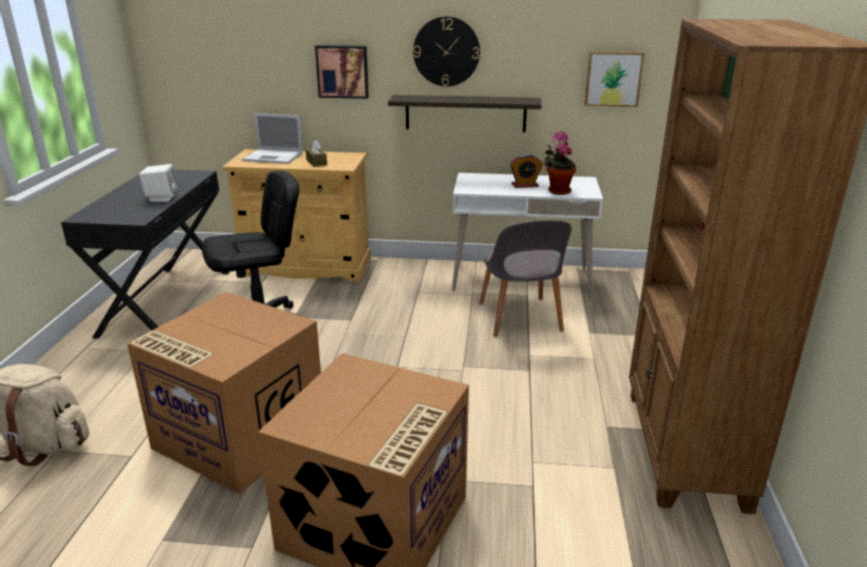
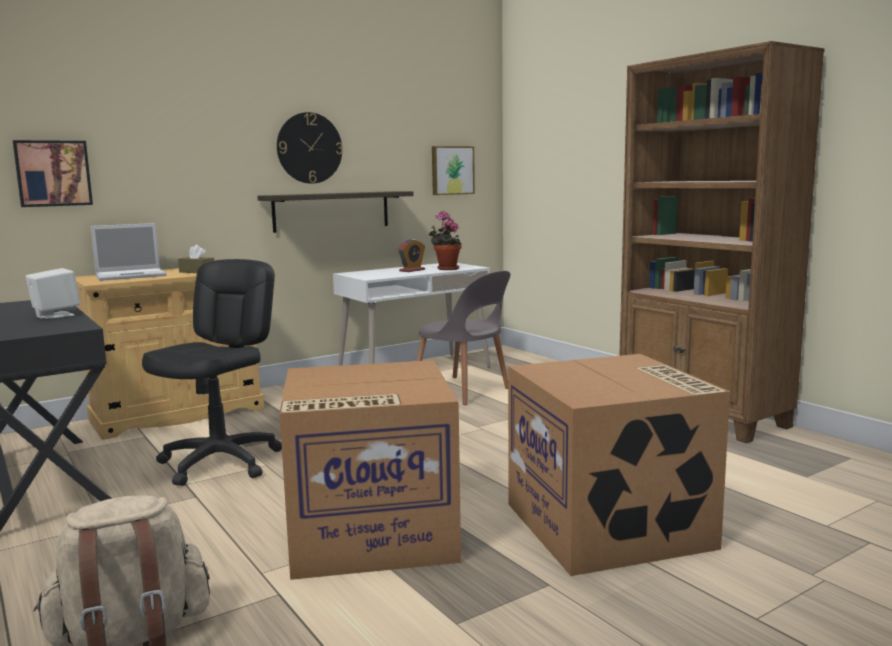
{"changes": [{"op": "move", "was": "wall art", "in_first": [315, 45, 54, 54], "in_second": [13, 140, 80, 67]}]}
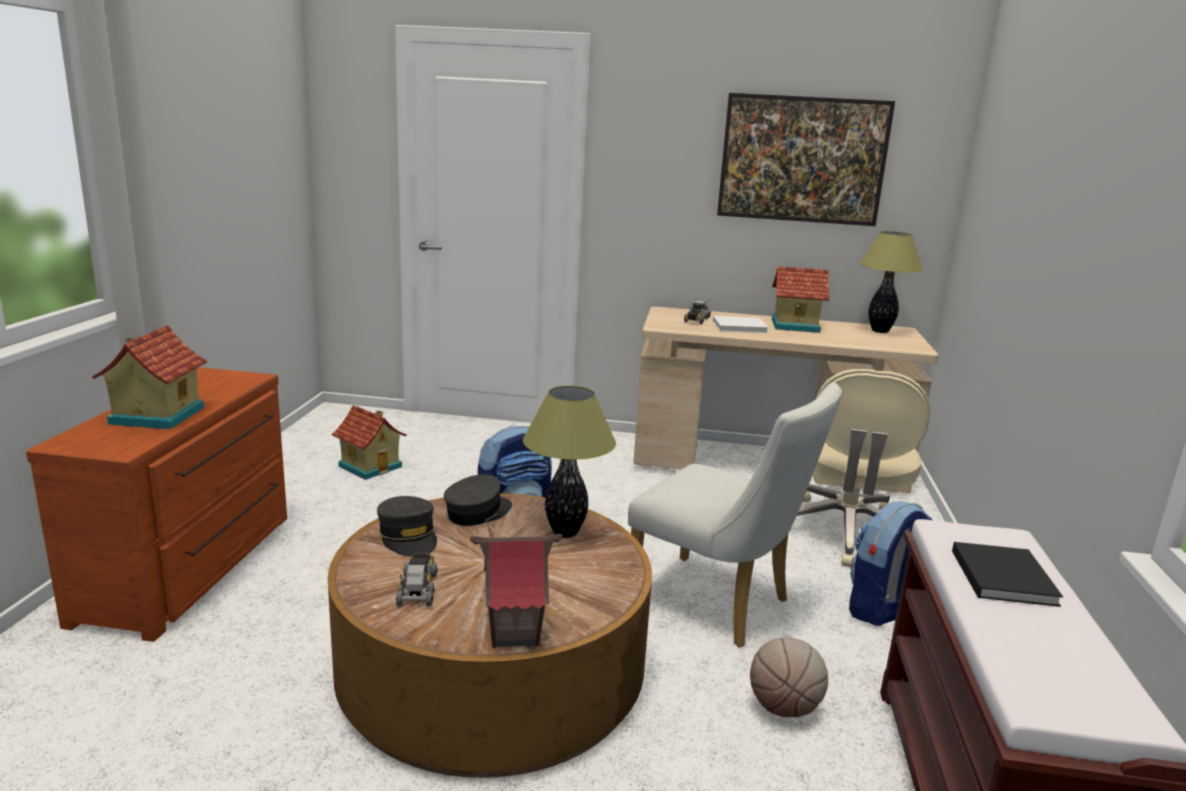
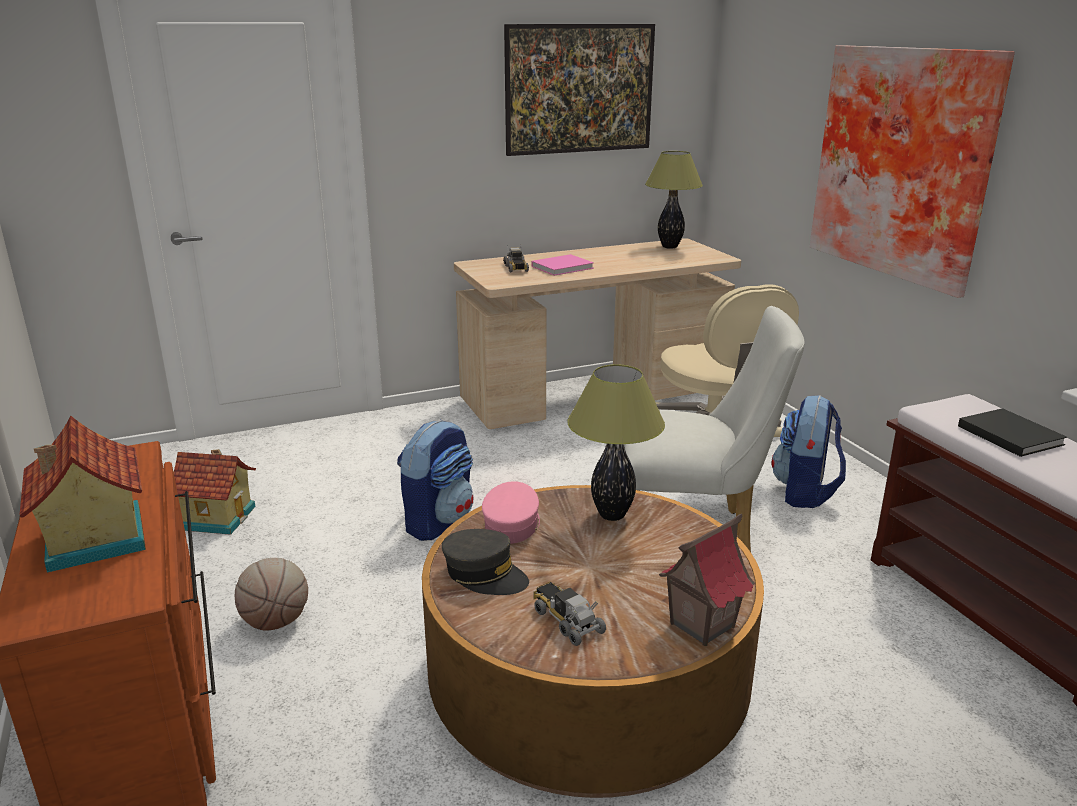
{"changes": [{"op": "delete", "was": "toy house", "in_first": [772, 266, 57, 67]}, {"op": "recolor", "was": "whitish volume", "now": "pinkish volume", "in_first": [713, 316, 56, 17], "in_second": [531, 254, 63, 22]}, {"op": "recolor", "was": "greyish baseball cap", "now": "pinkish baseball cap", "in_first": [444, 474, 68, 52], "in_second": [482, 481, 58, 63]}, {"op": "move", "was": "basketball", "in_first": [750, 637, 78, 80], "in_second": [235, 558, 73, 73]}, {"op": "insert", "now": "wall art", "in_second": [810, 45, 205, 253]}]}
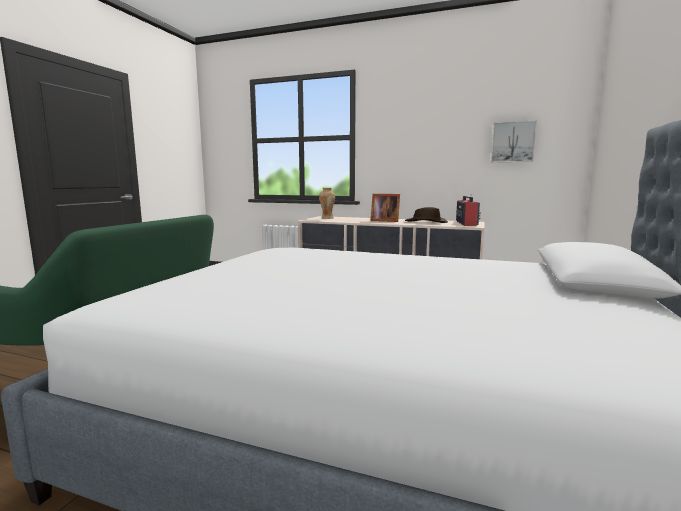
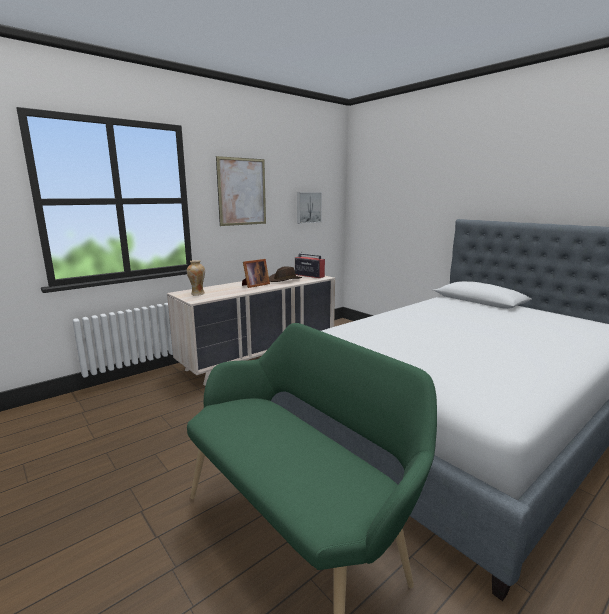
{"changes": [{"op": "insert", "now": "wall art", "in_second": [216, 156, 50, 70]}]}
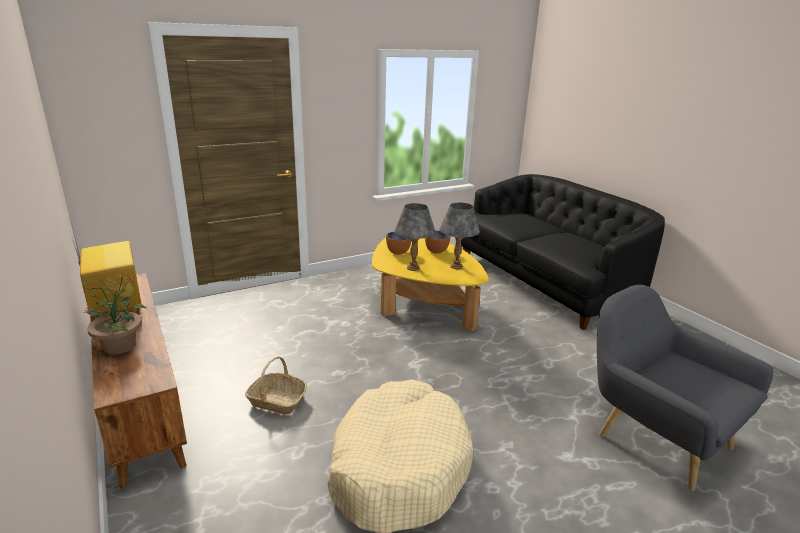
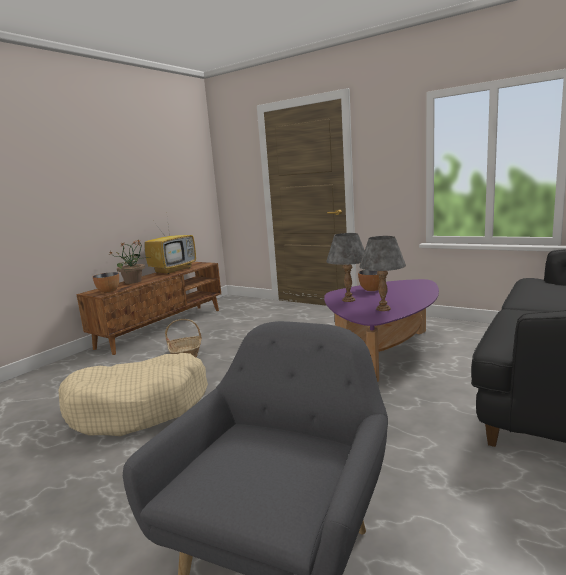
{"changes": [{"op": "move", "was": "serving bowl", "in_first": [425, 231, 26, 22], "in_second": [93, 272, 26, 21]}, {"op": "recolor", "was": "yellow-coloured low table", "now": "purplish low table", "in_first": [372, 238, 117, 93], "in_second": [324, 279, 115, 103]}]}
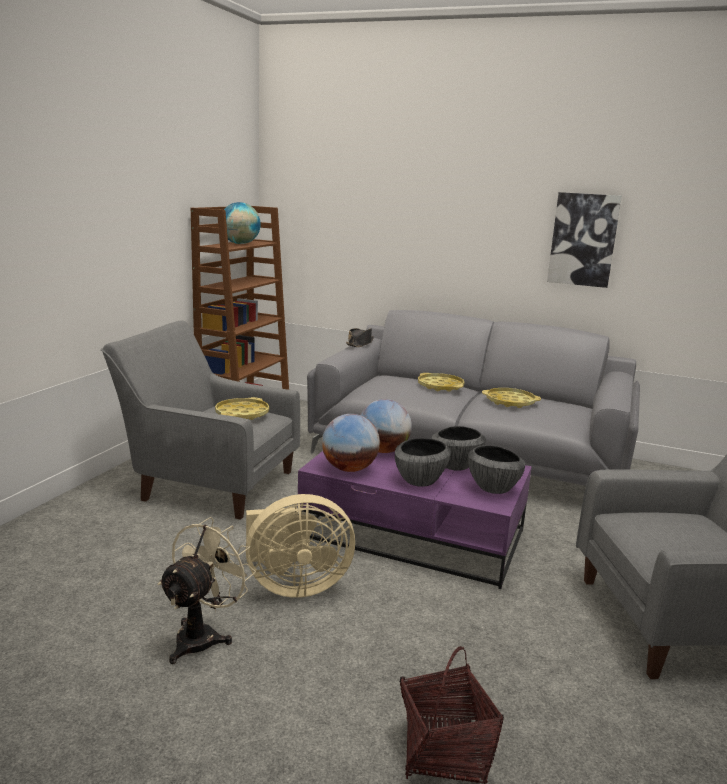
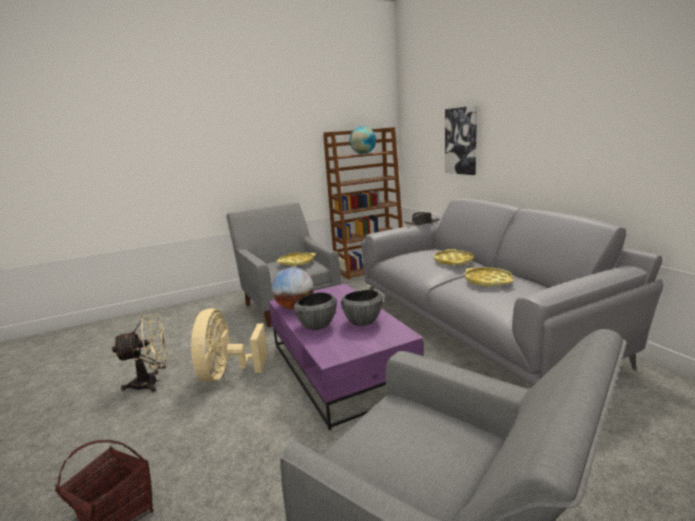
{"changes": [{"op": "move", "was": "wall art", "in_first": [547, 192, 75, 96], "in_second": [445, 106, 32, 69]}, {"op": "delete", "was": "globe", "in_first": [360, 399, 52, 54]}, {"op": "delete", "was": "serving bowl", "in_first": [468, 445, 57, 49]}, {"op": "rotate", "was": "beige fan", "in_first": [246, 494, 109, 104], "in_second": [191, 308, 77, 74], "clockwise": 60}]}
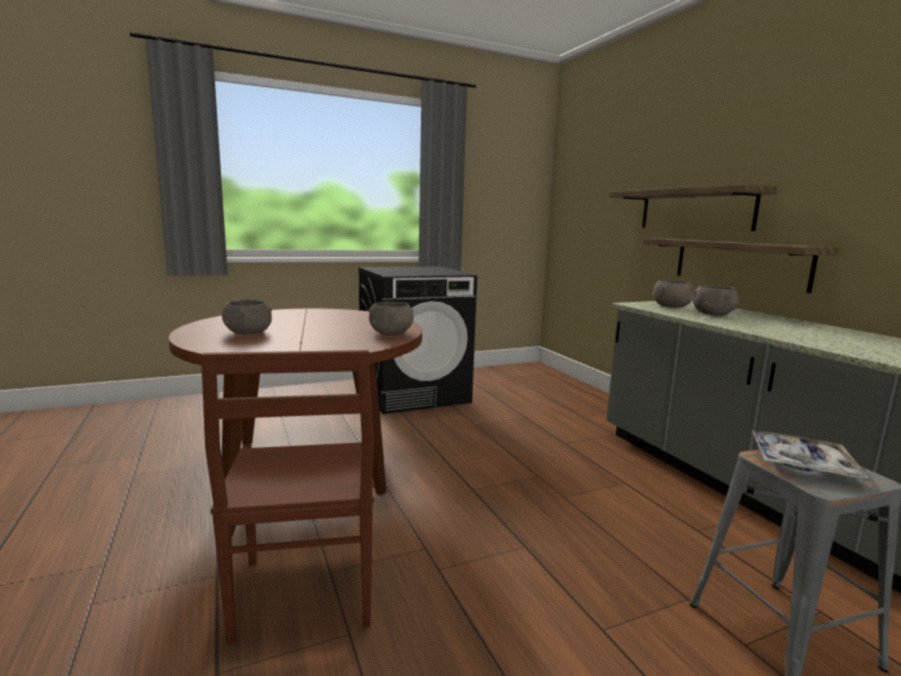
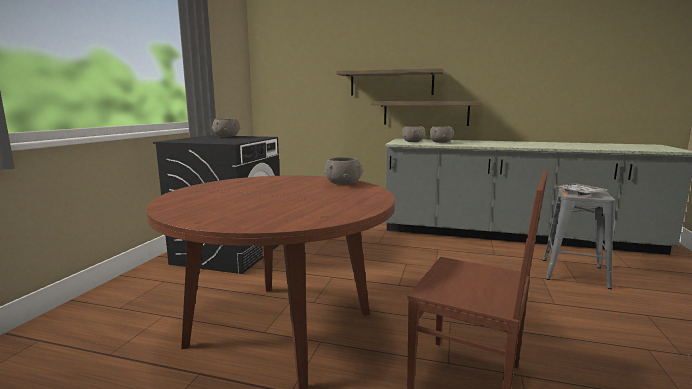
{"changes": [{"op": "move", "was": "greyish serving bowl", "in_first": [222, 300, 50, 35], "in_second": [212, 119, 29, 18]}]}
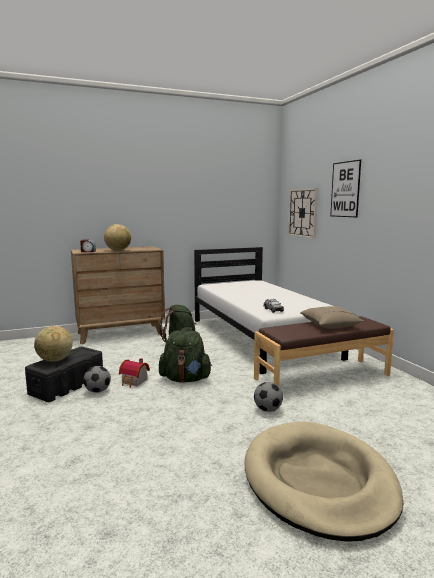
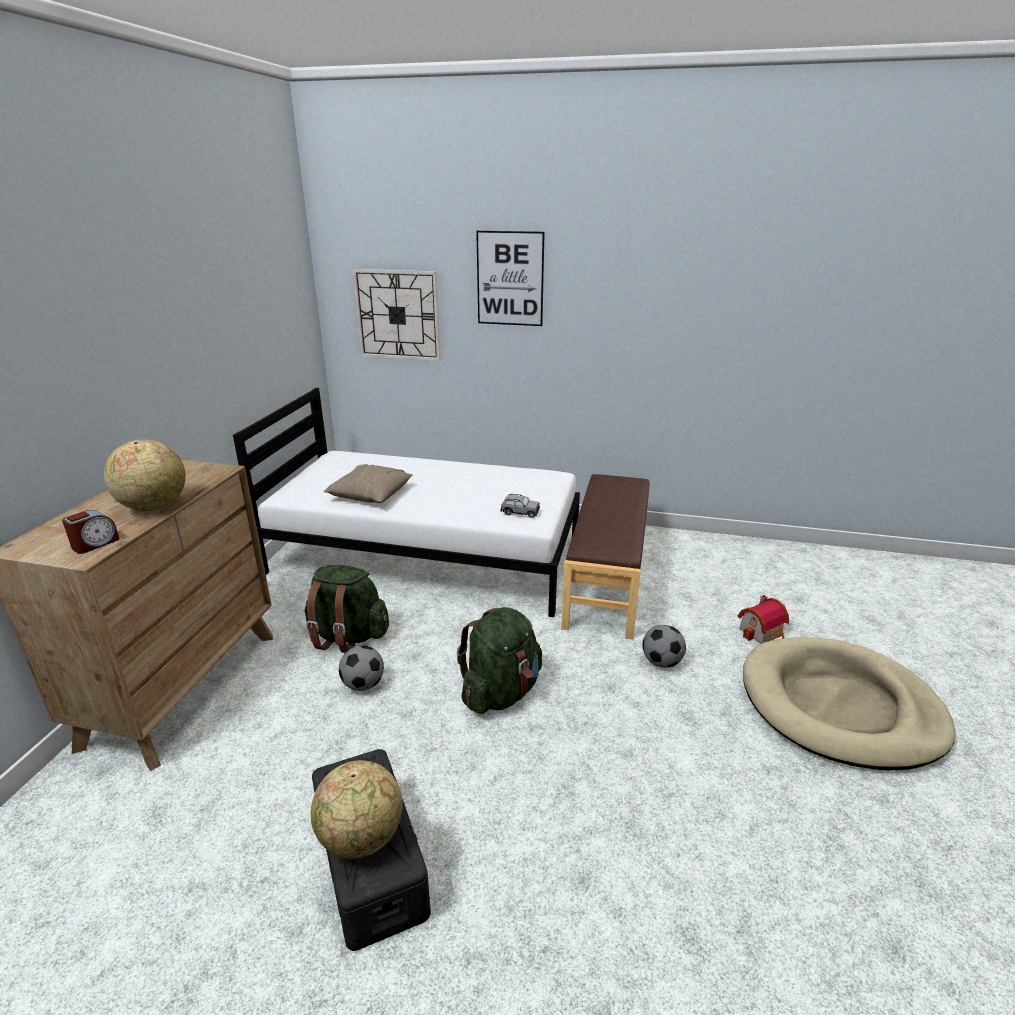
{"changes": [{"op": "move", "was": "beige cushion", "in_first": [300, 306, 64, 23], "in_second": [323, 464, 89, 39]}, {"op": "move", "was": "toy house", "in_first": [119, 358, 31, 30], "in_second": [738, 595, 51, 49]}, {"op": "move", "was": "ball for football", "in_first": [83, 366, 28, 27], "in_second": [339, 646, 45, 45]}]}
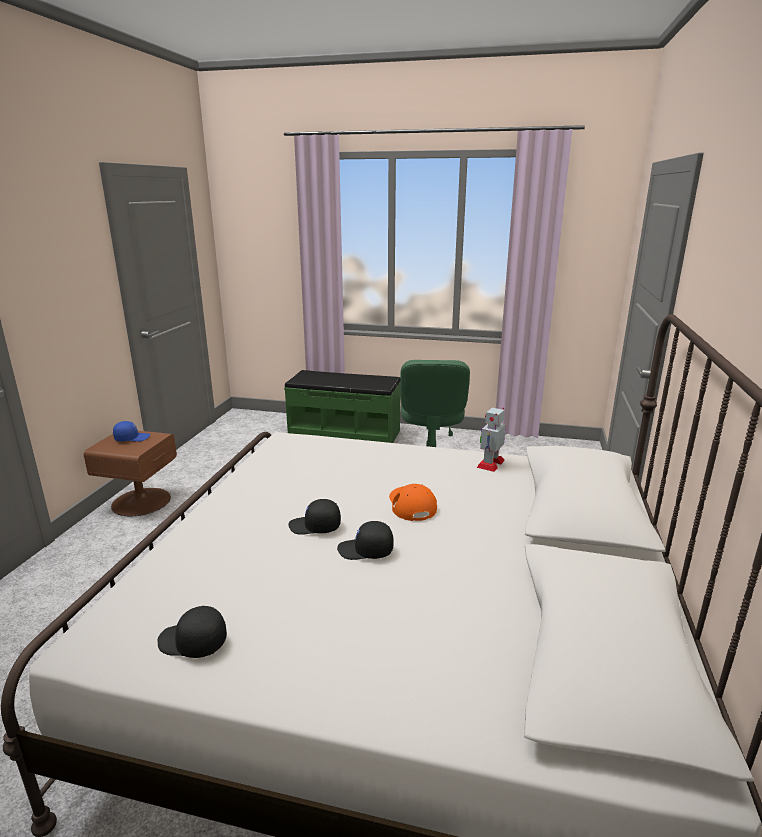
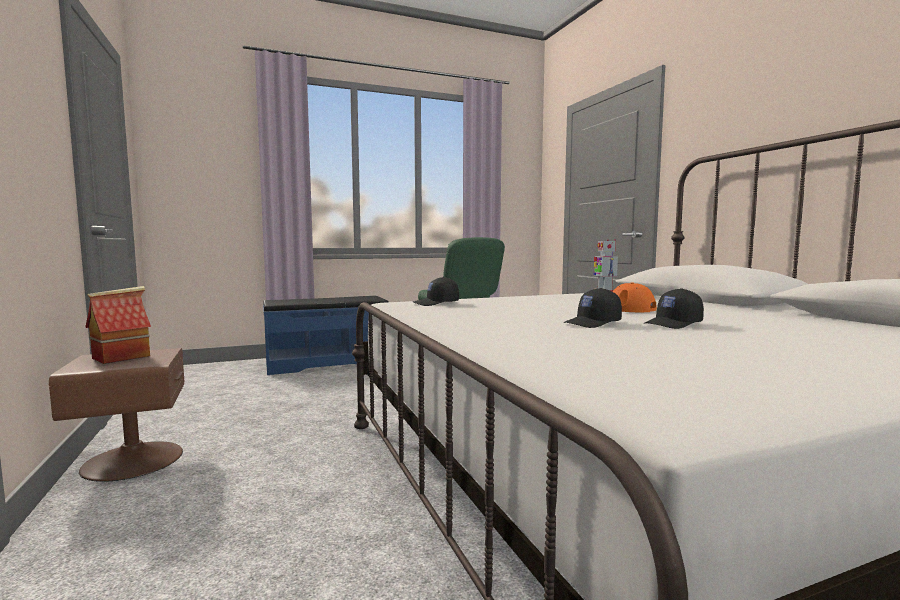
{"changes": [{"op": "recolor", "was": "green indoor bench", "now": "bluish indoor bench", "in_first": [284, 370, 116, 73], "in_second": [263, 296, 126, 79]}, {"op": "replace", "was": "bluish baseball cap", "now": "toy house", "in_first": [113, 421, 37, 21], "in_second": [85, 286, 66, 78]}, {"op": "move", "was": "black-coloured baseball cap", "in_first": [157, 606, 70, 52], "in_second": [413, 277, 46, 29]}]}
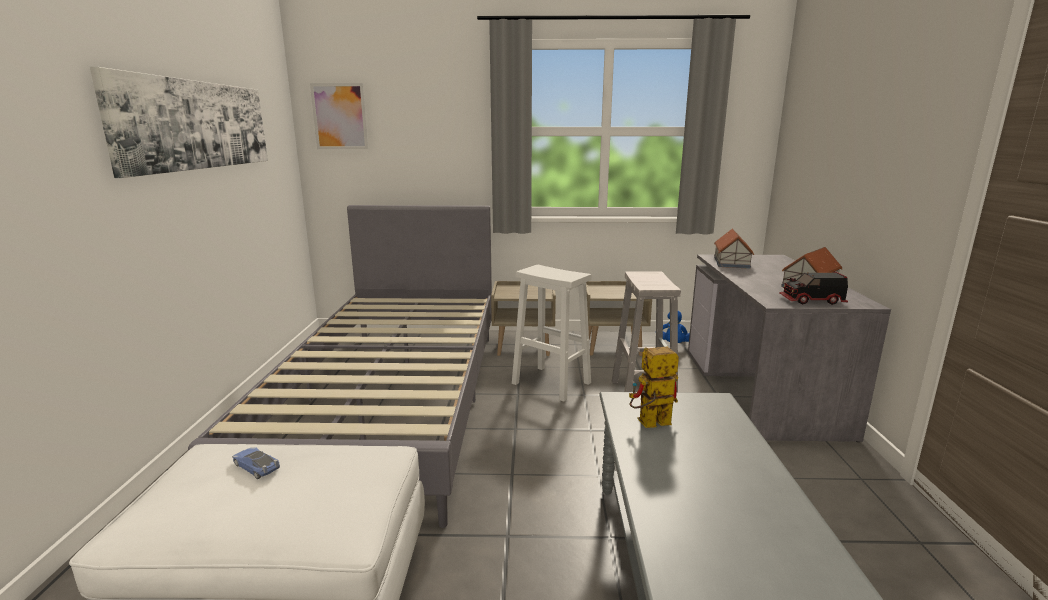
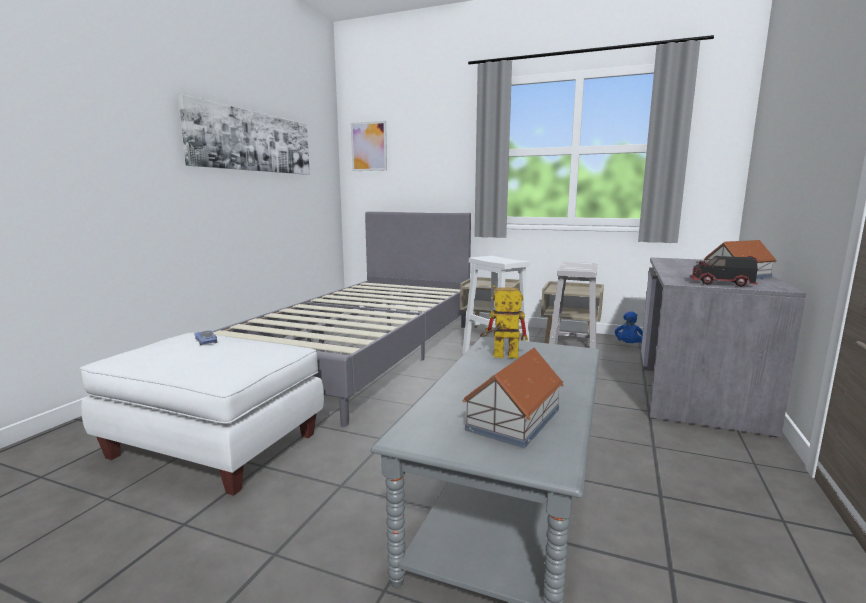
{"changes": [{"op": "move", "was": "toy house", "in_first": [714, 229, 40, 40], "in_second": [463, 348, 101, 100]}]}
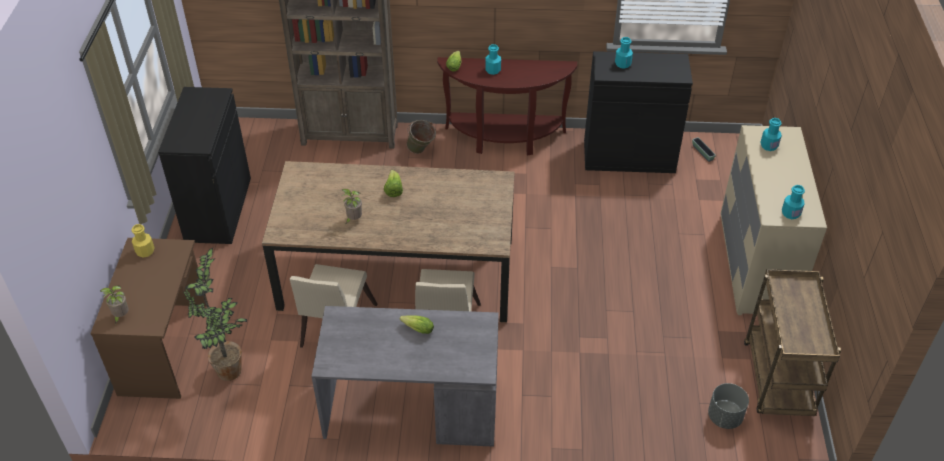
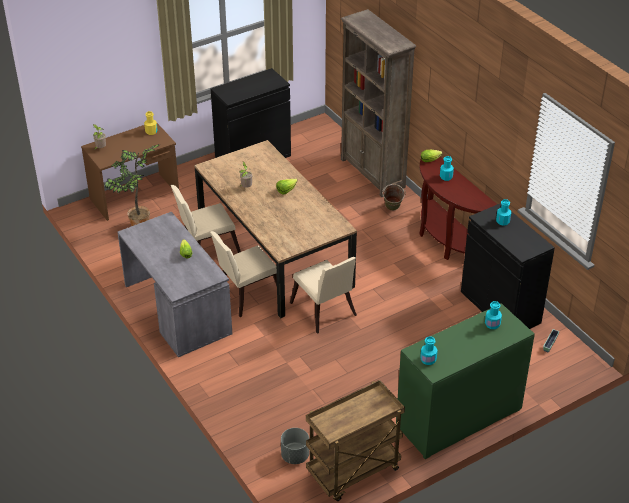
{"changes": [{"op": "recolor", "was": "beige drawer chest", "now": "green drawer chest", "in_first": [720, 125, 107, 190], "in_second": [396, 303, 139, 156]}, {"op": "insert", "now": "beige plain chair", "in_second": [290, 257, 67, 77]}]}
